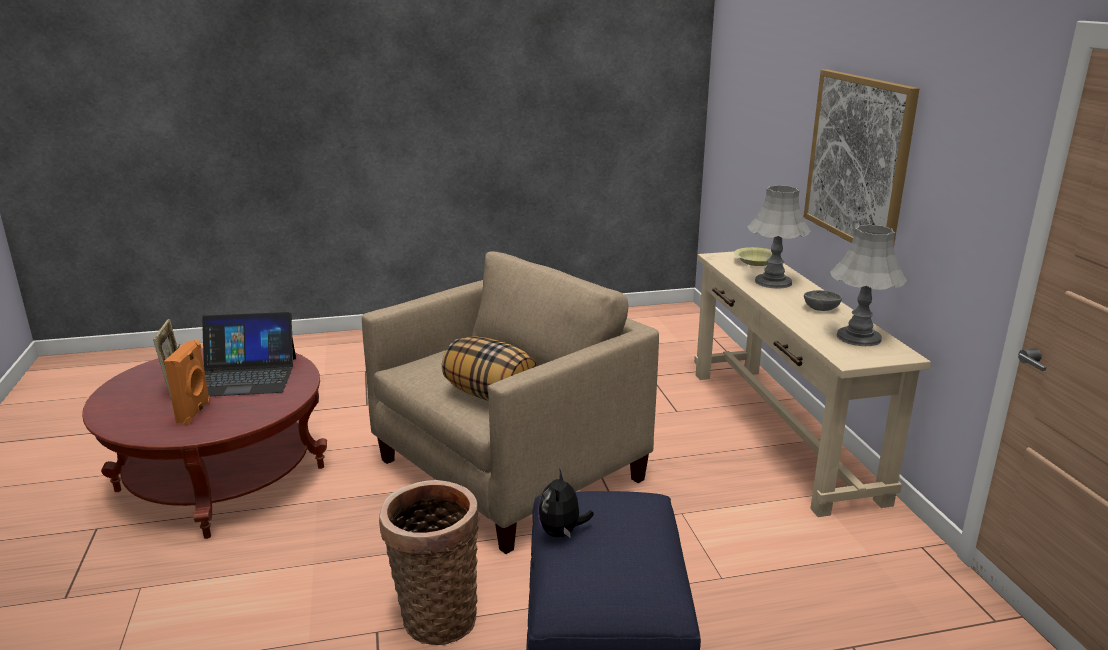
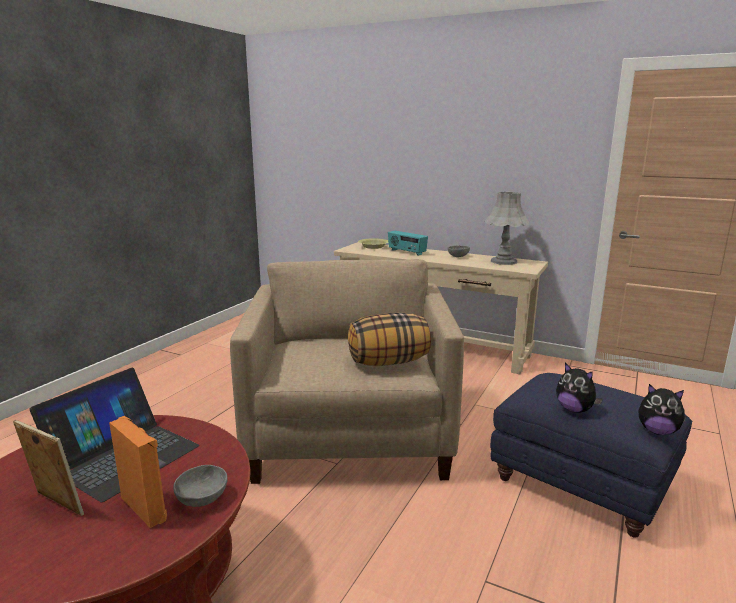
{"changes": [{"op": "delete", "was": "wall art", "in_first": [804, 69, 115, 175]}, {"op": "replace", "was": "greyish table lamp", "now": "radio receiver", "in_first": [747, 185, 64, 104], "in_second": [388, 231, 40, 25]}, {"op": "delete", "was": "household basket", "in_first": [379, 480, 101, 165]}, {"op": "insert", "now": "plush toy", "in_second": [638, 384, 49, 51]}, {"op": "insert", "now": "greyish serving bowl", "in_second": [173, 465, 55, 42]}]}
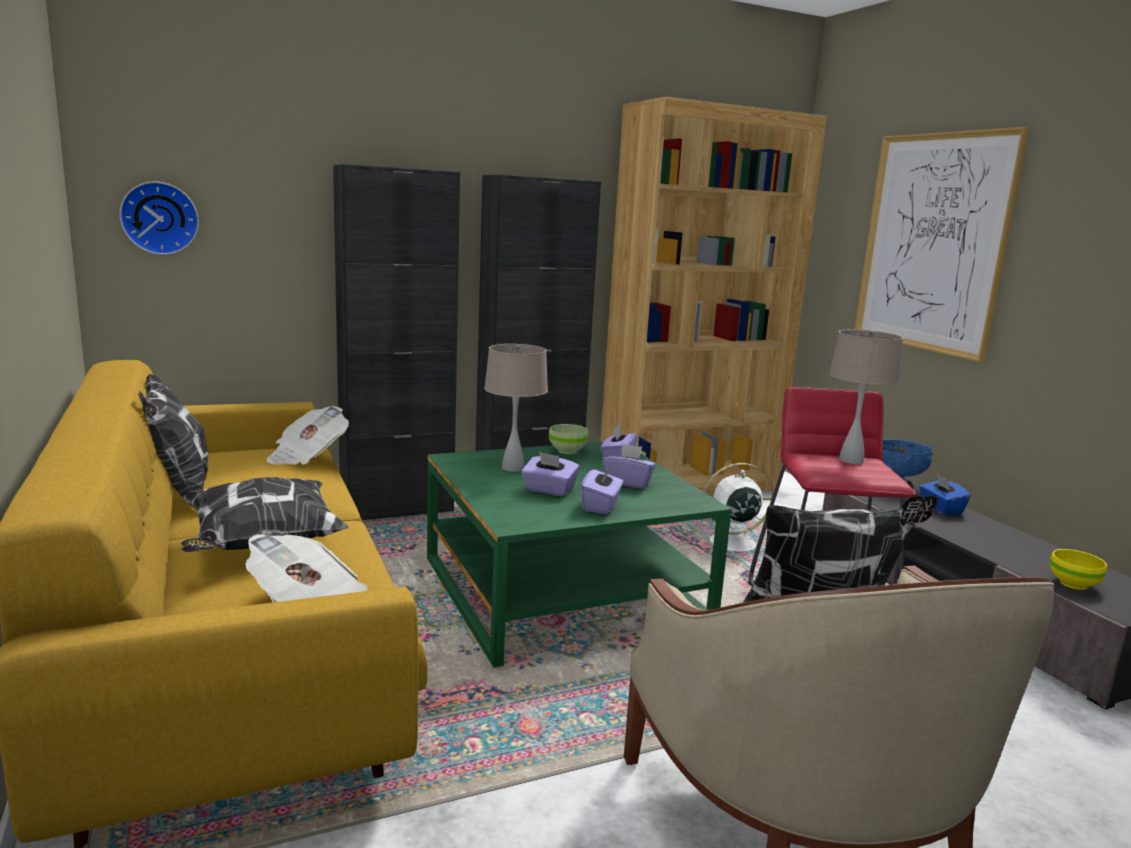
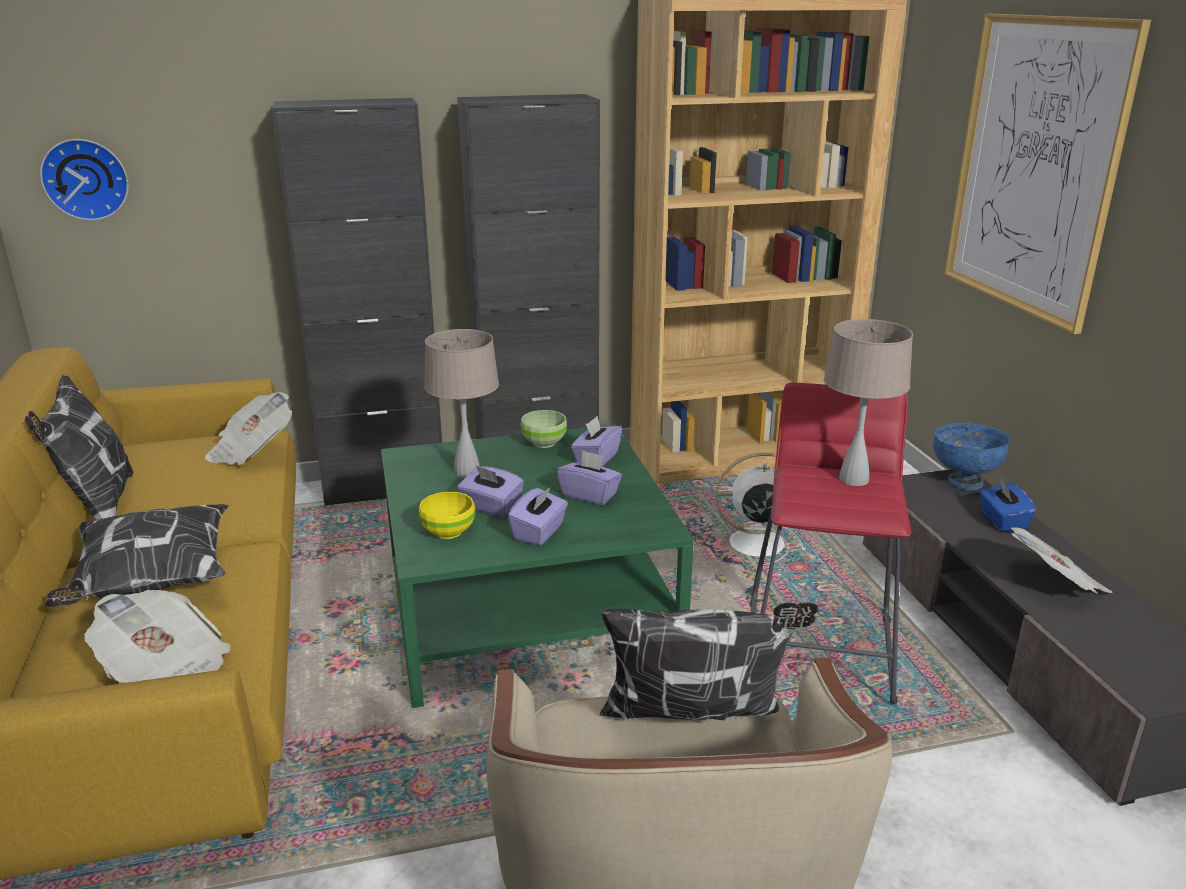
{"changes": [{"op": "move", "was": "yellow-coloured serving bowl", "in_first": [1049, 549, 58, 41], "in_second": [419, 492, 56, 47]}, {"op": "insert", "now": "daily paper", "in_second": [1010, 527, 103, 67]}]}
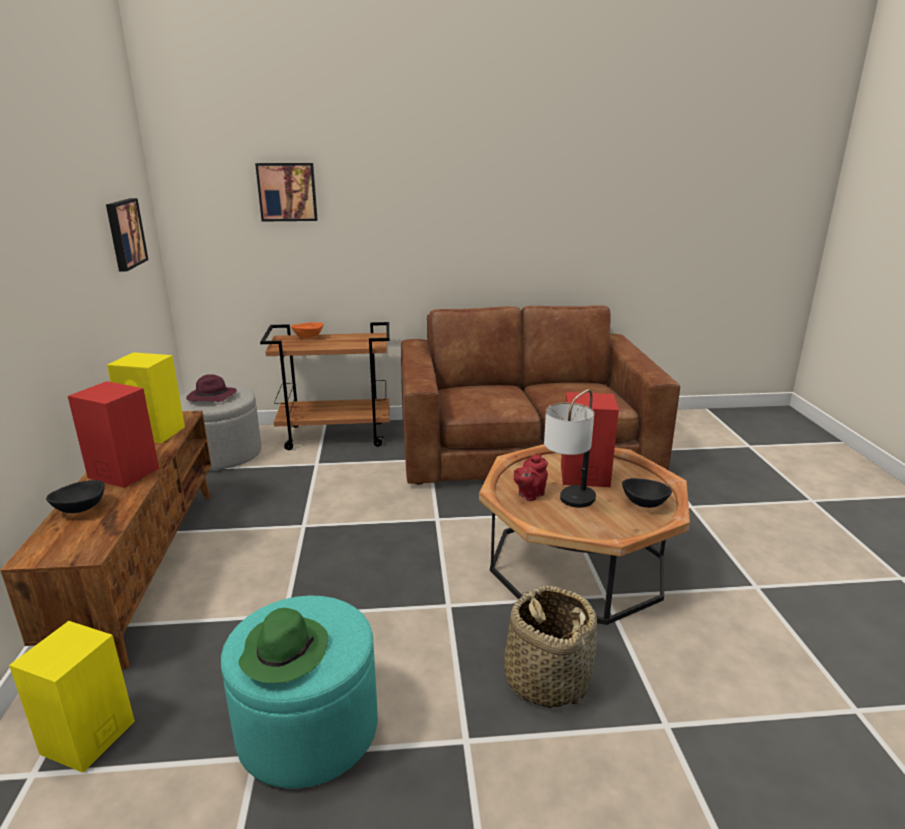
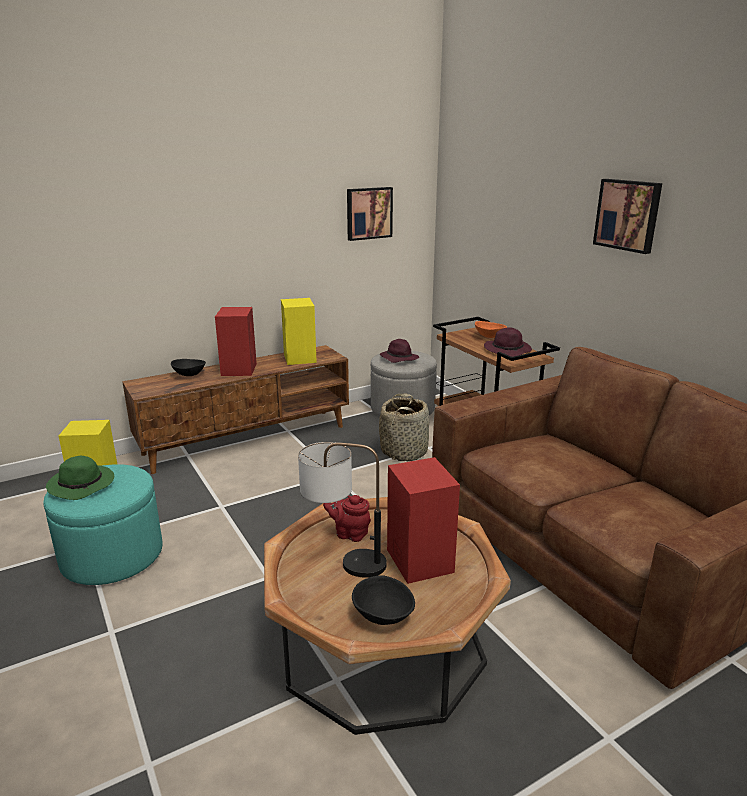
{"changes": [{"op": "move", "was": "wall art", "in_first": [255, 163, 63, 59], "in_second": [593, 179, 69, 75]}, {"op": "move", "was": "household basket", "in_first": [504, 585, 93, 123], "in_second": [379, 394, 50, 67]}, {"op": "insert", "now": "purplish wearable hat", "in_second": [484, 327, 48, 30]}]}
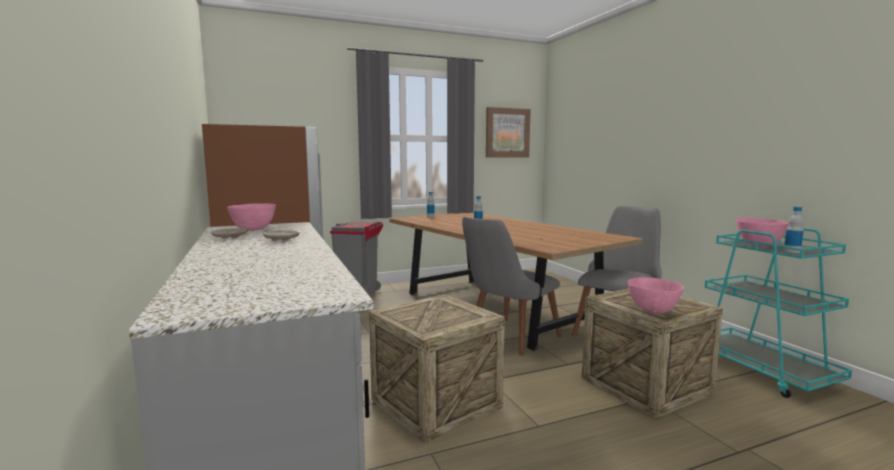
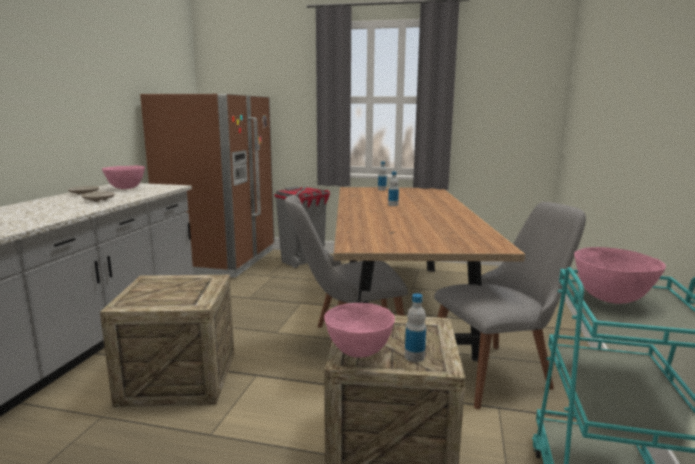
{"changes": [{"op": "delete", "was": "wall art", "in_first": [486, 107, 45, 50]}, {"op": "move", "was": "bottle", "in_first": [784, 207, 20, 46], "in_second": [405, 293, 21, 69]}]}
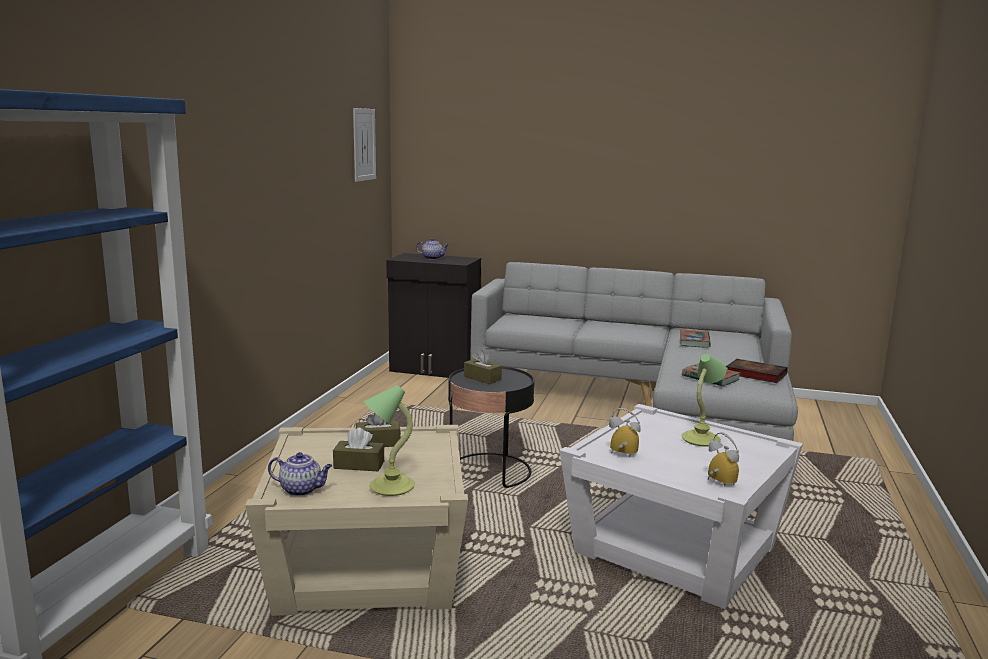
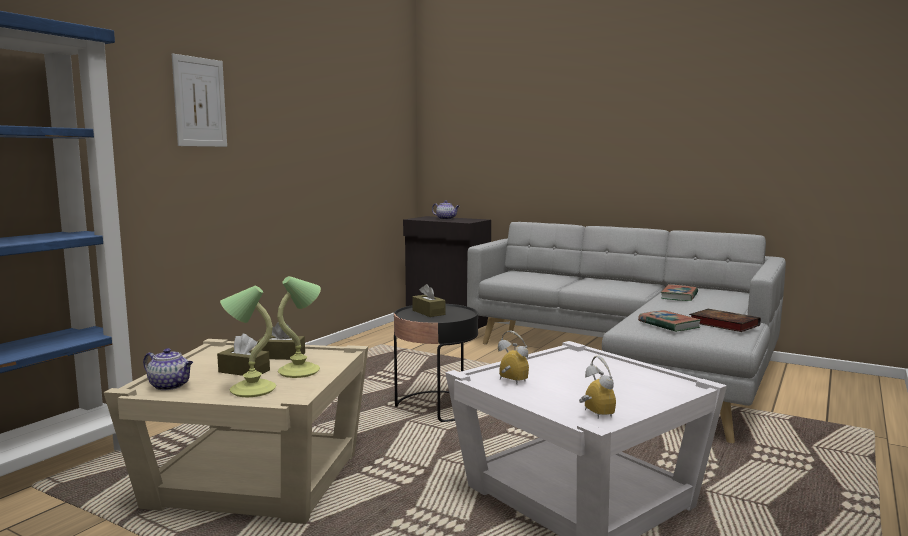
{"changes": [{"op": "move", "was": "wall art", "in_first": [353, 108, 23, 74], "in_second": [172, 53, 55, 94]}, {"op": "move", "was": "table lamp", "in_first": [681, 354, 46, 93], "in_second": [277, 276, 44, 102]}]}
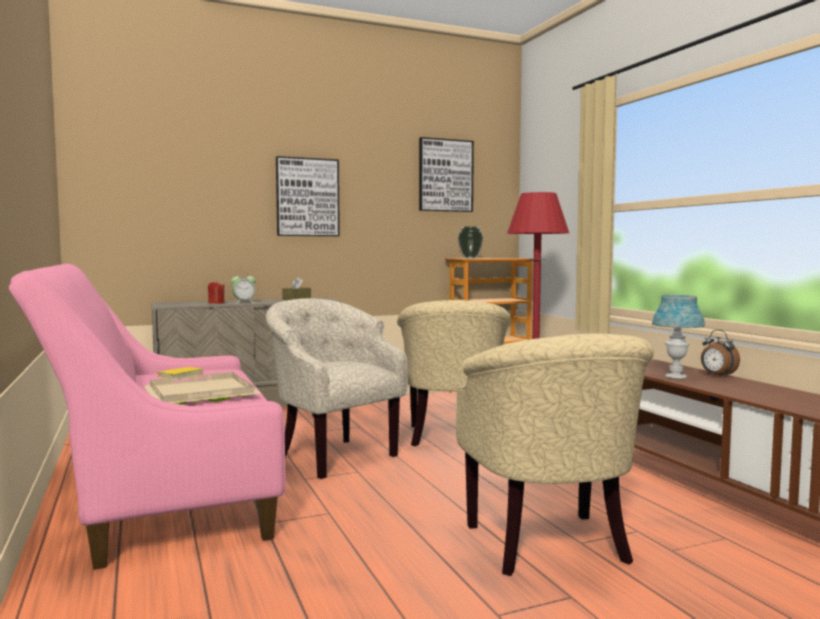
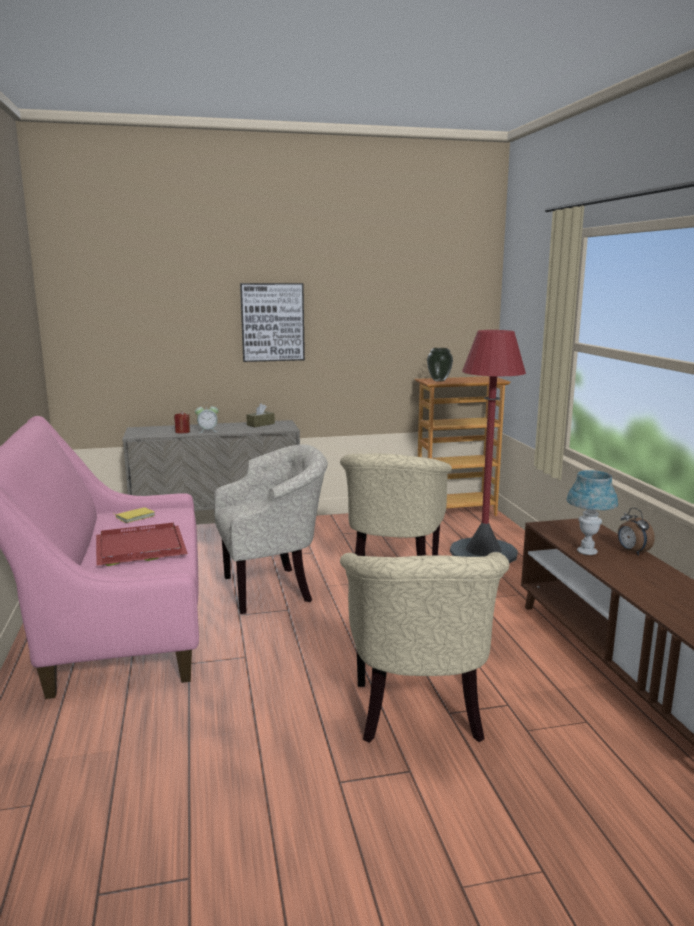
{"changes": [{"op": "delete", "was": "wall art", "in_first": [419, 137, 55, 75]}, {"op": "rotate", "was": "beige easy chair", "in_first": [266, 298, 142, 181], "in_second": [214, 444, 114, 170], "clockwise": 105}, {"op": "recolor", "was": "beige tray", "now": "red tray", "in_first": [144, 372, 117, 33], "in_second": [96, 523, 92, 43]}]}
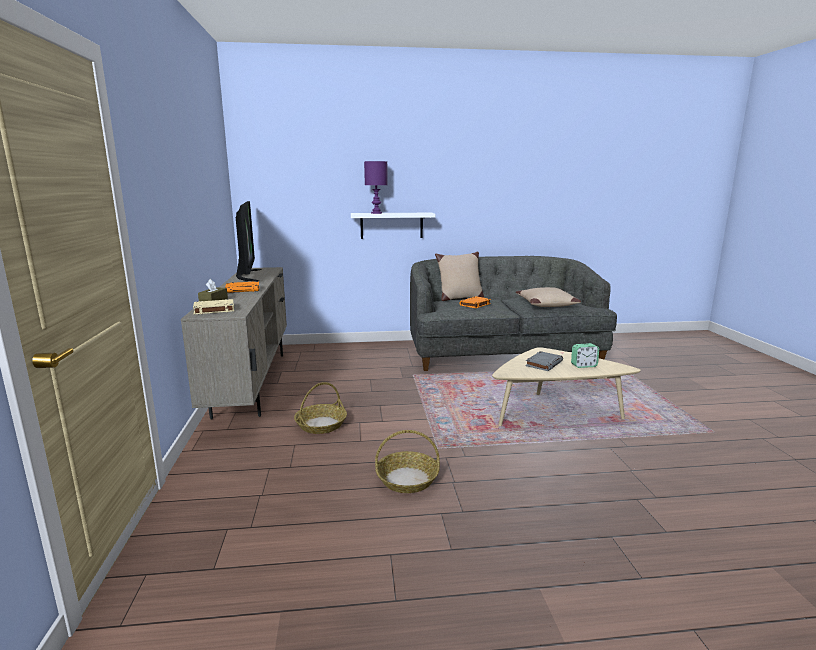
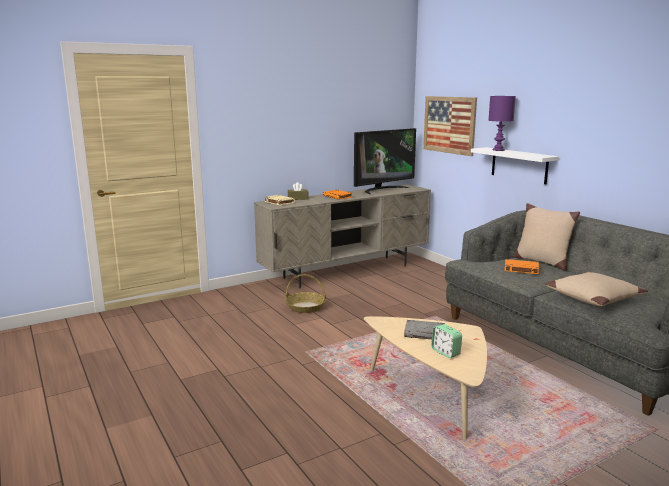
{"changes": [{"op": "delete", "was": "household basket", "in_first": [375, 430, 65, 63]}, {"op": "insert", "now": "wall art", "in_second": [423, 96, 54, 60]}]}
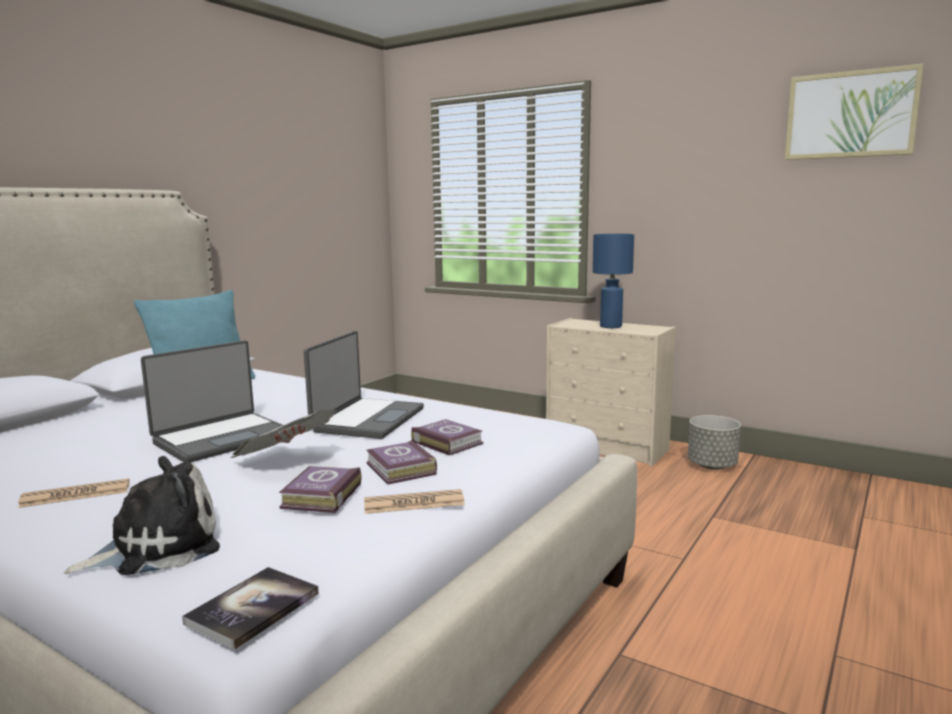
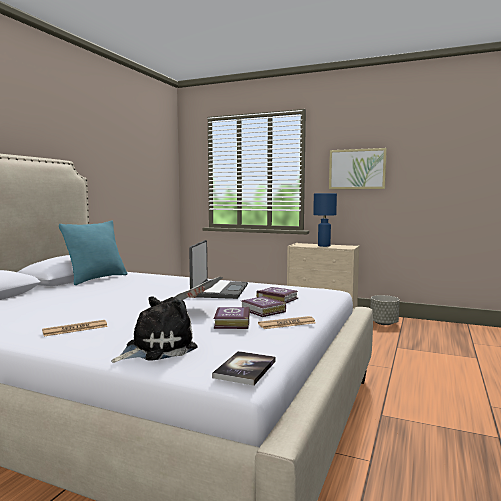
{"changes": [{"op": "move", "was": "wall art", "in_first": [785, 64, 139, 96], "in_second": [329, 148, 58, 41]}, {"op": "delete", "was": "portable computer", "in_first": [141, 340, 142, 122]}]}
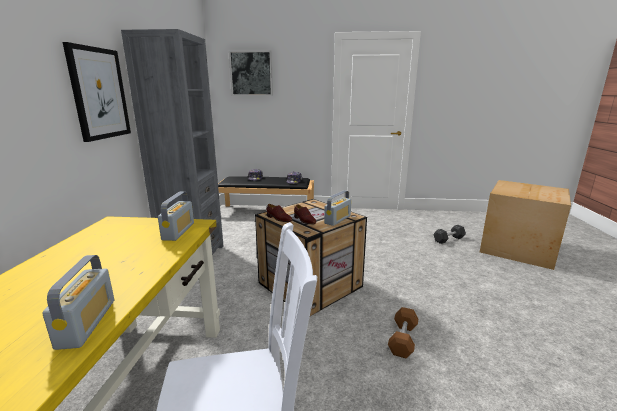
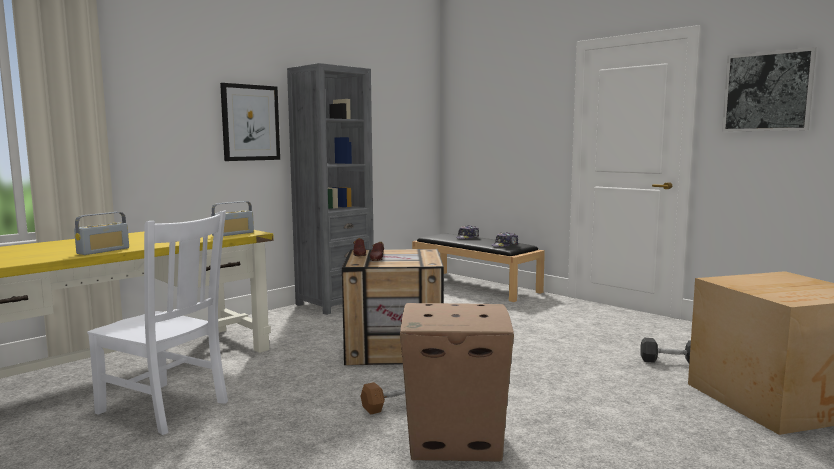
{"changes": [{"op": "move", "was": "wall art", "in_first": [229, 50, 44, 46], "in_second": [722, 47, 95, 85]}, {"op": "delete", "was": "radio receiver", "in_first": [324, 190, 27, 36]}, {"op": "insert", "now": "cardboard box", "in_second": [400, 303, 114, 158]}]}
